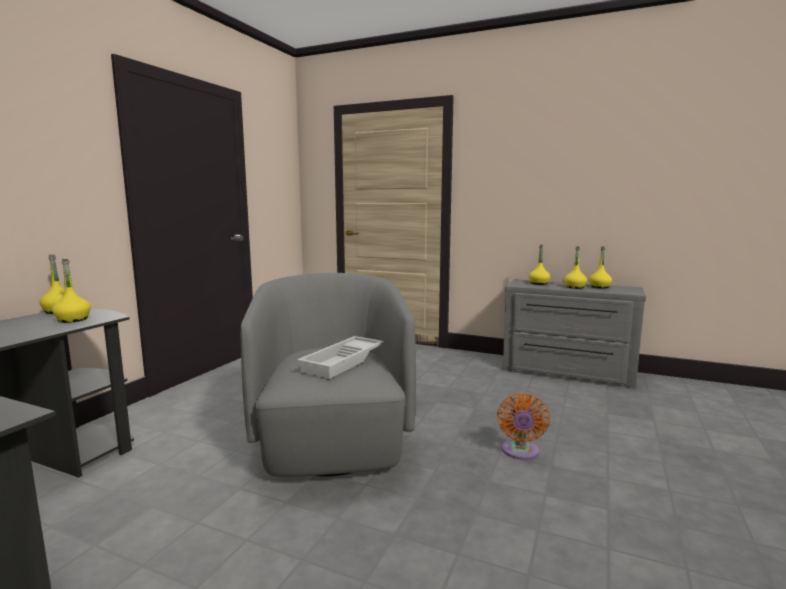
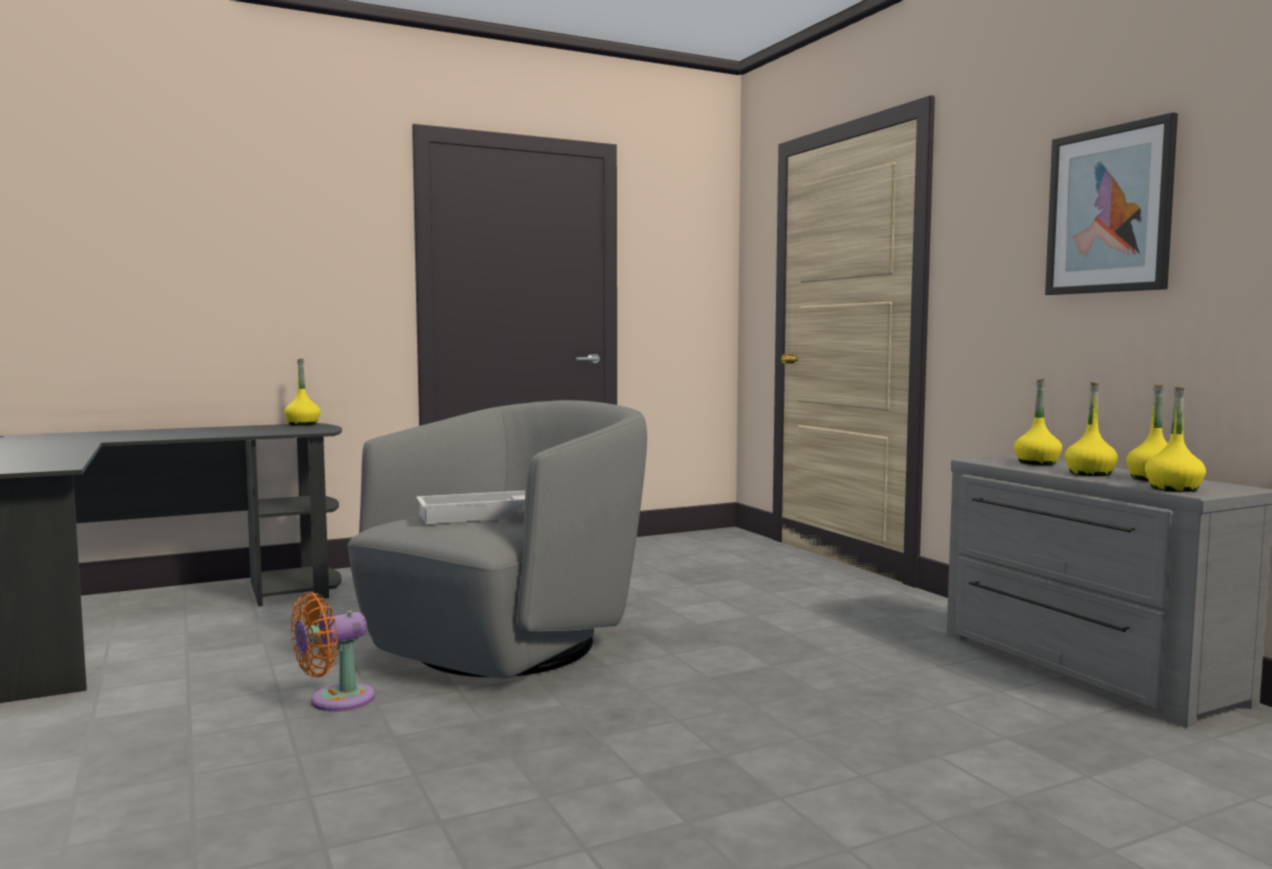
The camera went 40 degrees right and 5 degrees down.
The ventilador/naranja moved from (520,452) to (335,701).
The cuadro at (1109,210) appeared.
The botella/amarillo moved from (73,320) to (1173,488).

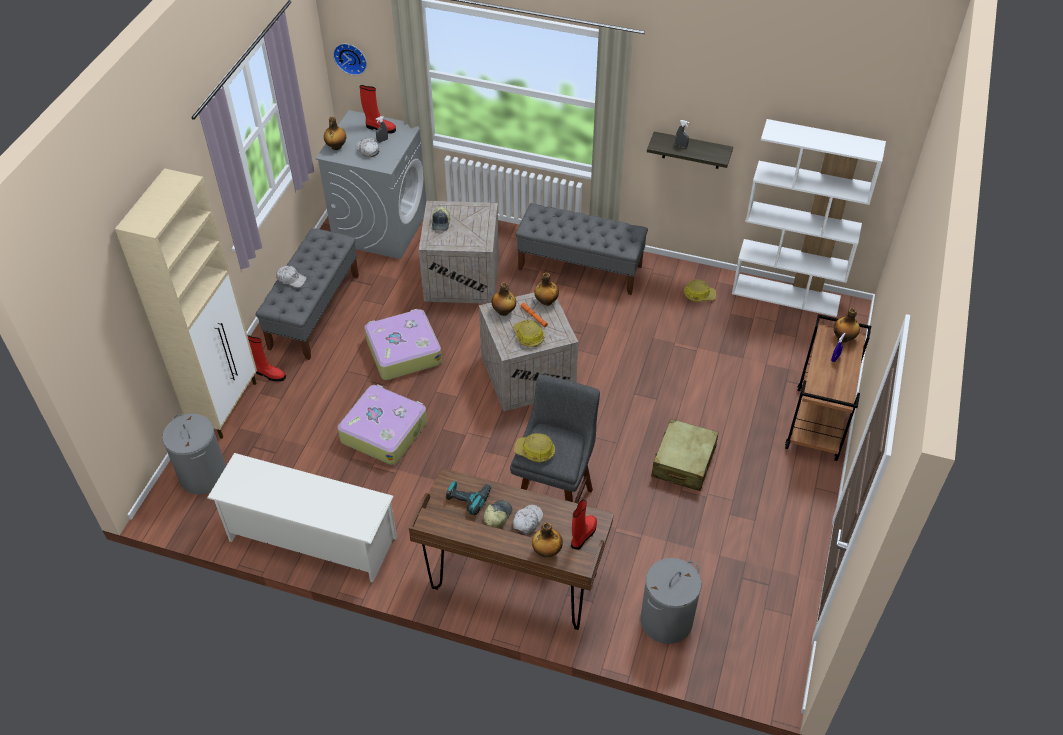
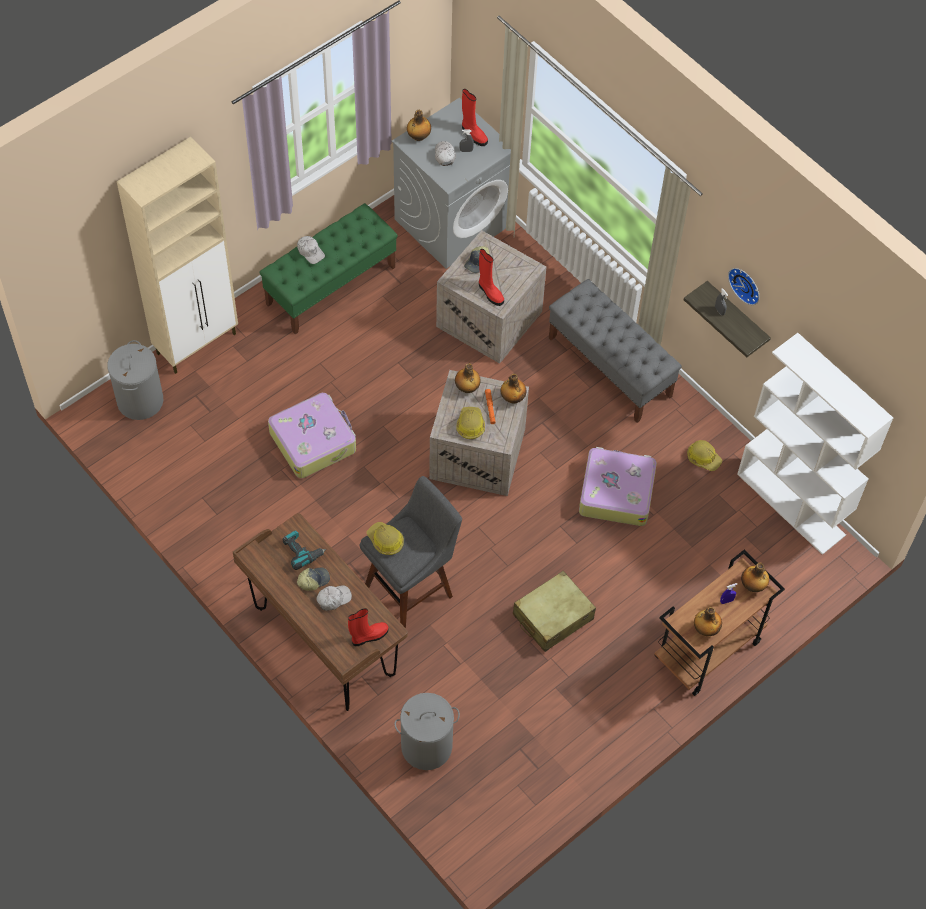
The camera went 30 degrees right and 10 degrees up.
The banco/gris at (314,311) became the banco/verde at (331,285).
The bota/rojo moved from (269,374) to (490,292).
The maleta moved from (403,351) to (616,492).
The botella moved from (546,551) to (705,629).
The reloj de pared moved from (351,57) to (746,284).
The zapatero/blanco at (311,539) disappeared.

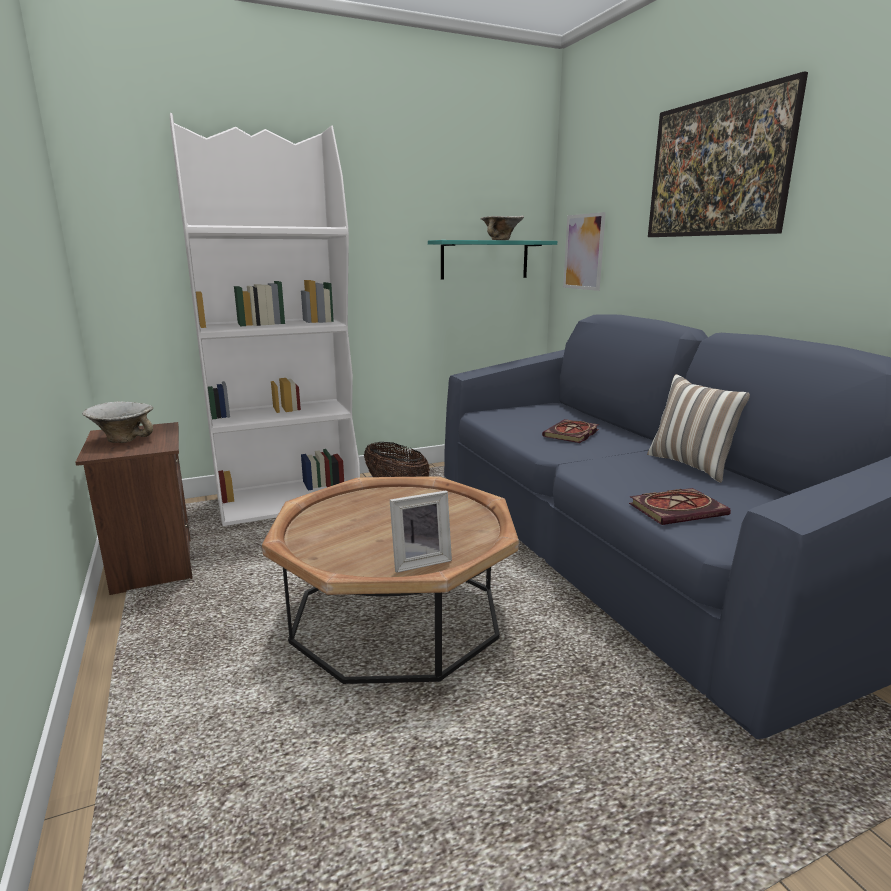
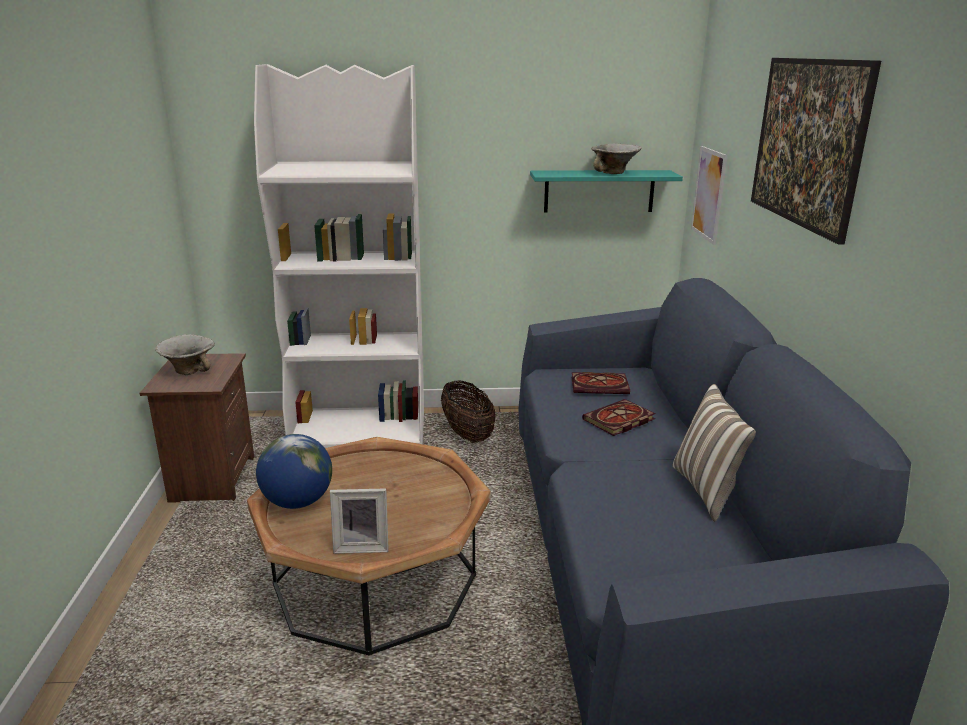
The camera went 20 degrees right and 5 degrees up.
The globo terráqueo at (298,502) appeared.
The libro moved from (678,509) to (601,385).

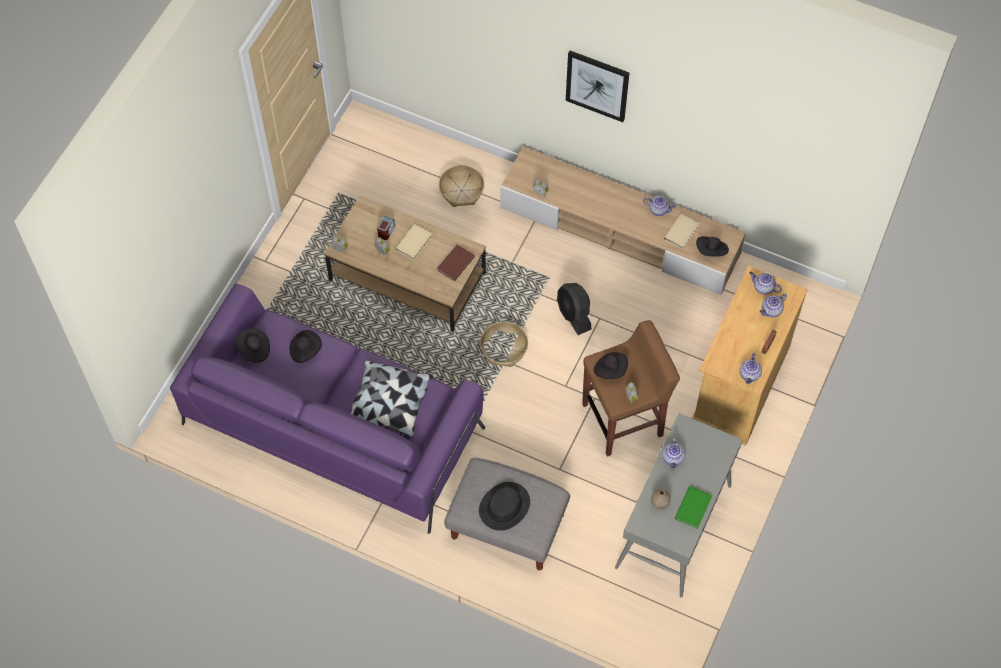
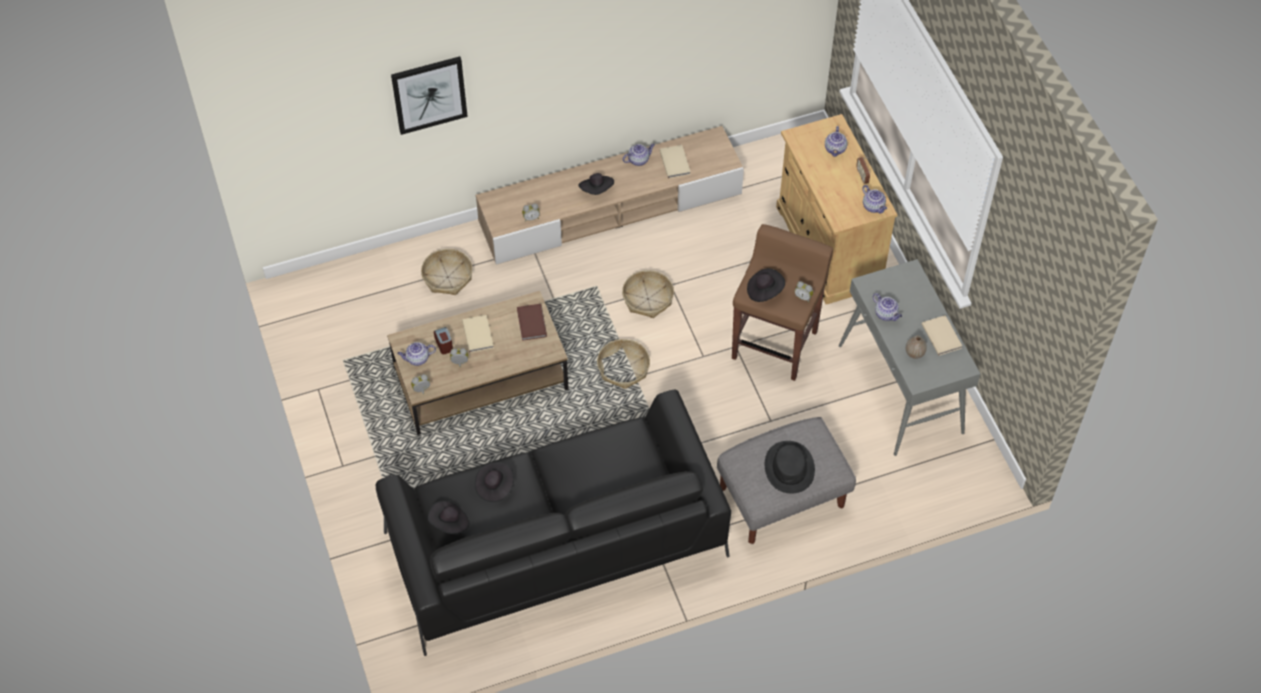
The camera went 45 degrees left and 5 degrees down.
The sofá/morado at (333,425) became the sofá/negro at (555,543).
The cuadro moved from (597,85) to (429,94).
The tetera moved from (763,288) to (417,359).
The sombrero/negro moved from (711,251) to (597,190).
The ventilador/negro at (573,315) was replaced by the cesta at (648,299).
The libro/verde at (694,507) became the libro/beis at (942,335).
The cojín at (390,405) disappeared.

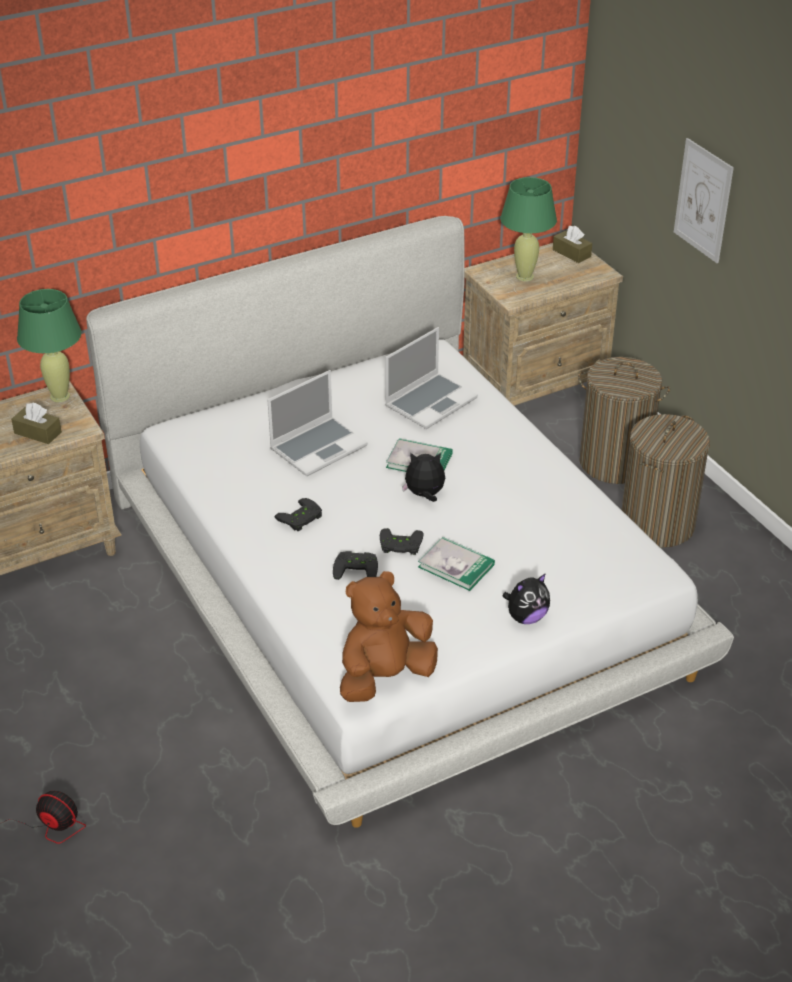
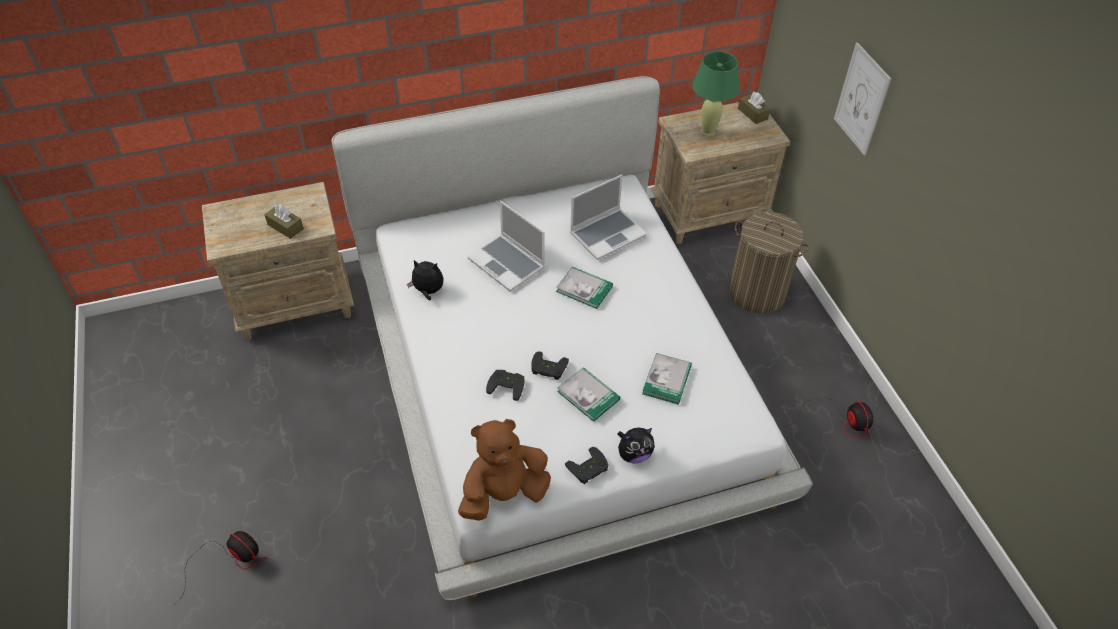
The camera went 10 degrees right and 10 degrees up.
The peluche moved from (424,495) to (428,291).
The portátil at (318,447) turned 75 degrees clockwise.
The mando de consola/negro moved from (301,519) to (589,469).
The libro at (667,380) appeared.
The ventilador at (839,422) appeared.
The lámpara de mesa/verde at (59,396) disappeared.
The cesto de la ropa at (657,524) disappeared.

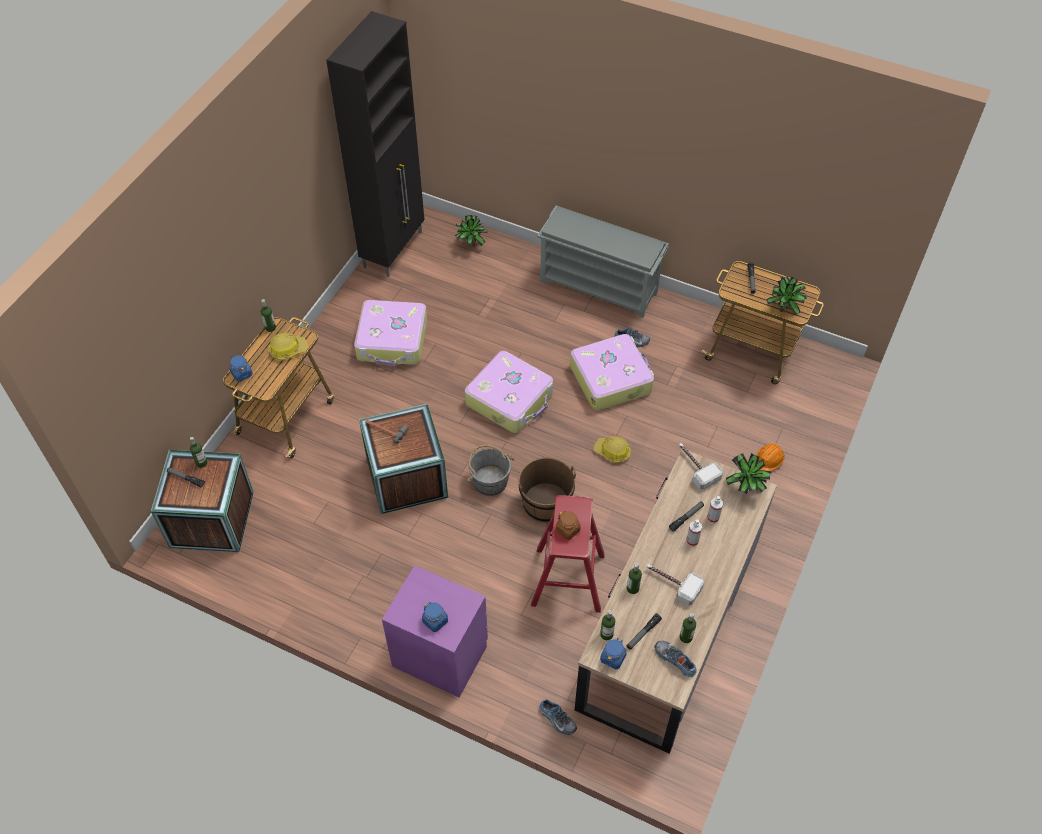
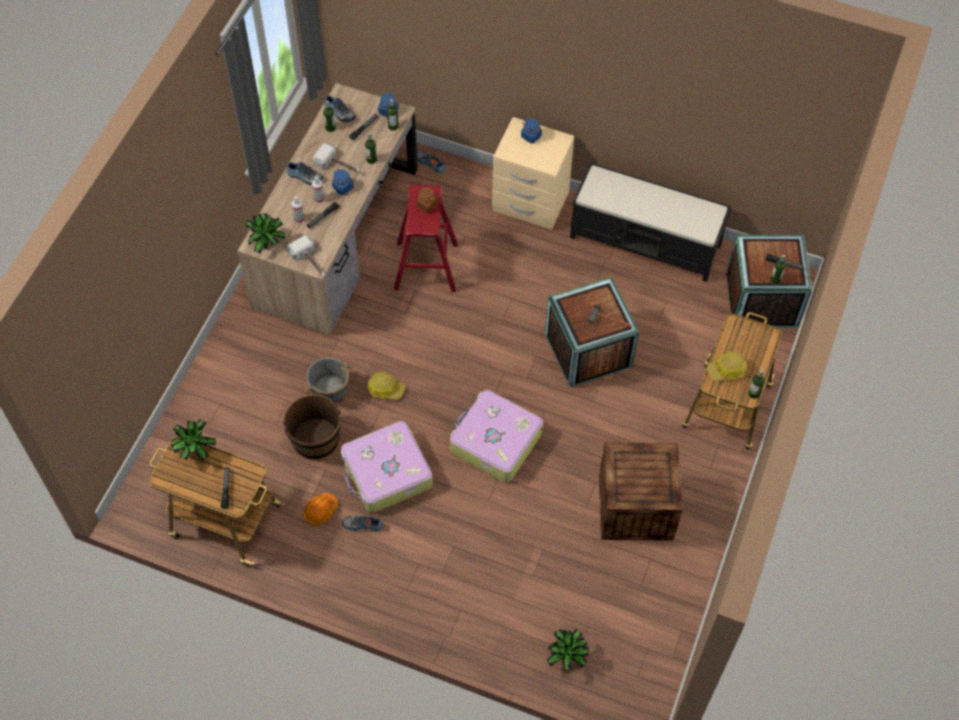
The camera went 175 degrees right and 5 degrees up.
The cubo/marrón moved from (546,503) to (315,439).
The zapato at (304,177) appeared.
The casco/naranja moved from (768,461) to (320,511).
The cubo/gris moved from (490,481) to (330,391).
The tarro/azul moved from (241,374) to (343,187).
The mesita de noche/morado at (440,654) became the mesita de noche/beis at (530,202).
The banco/negro at (646,241) appeared.
The maleta at (393,340) was replaced by the caja de embalaje at (635,507).
The armario/negro at (394,249) disappeared.
The zapatero/gris at (600,286) disappeared.

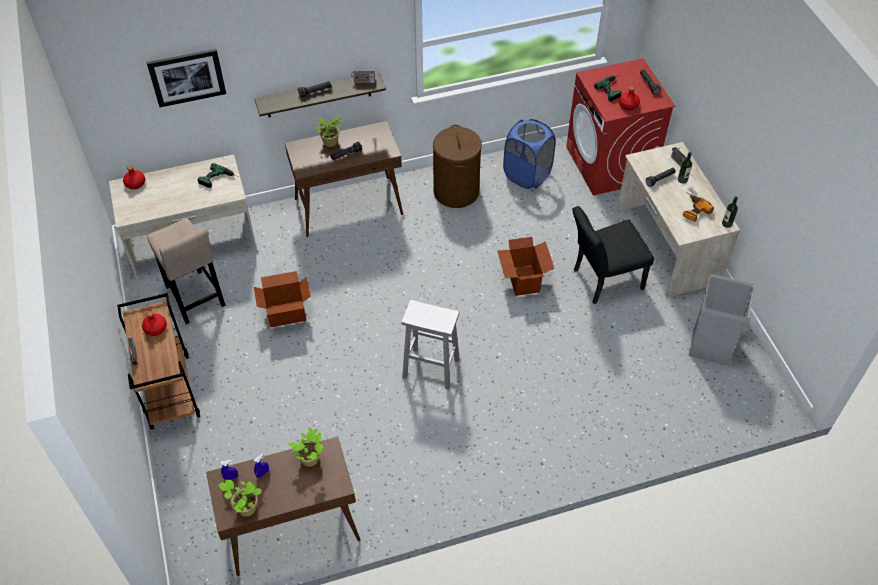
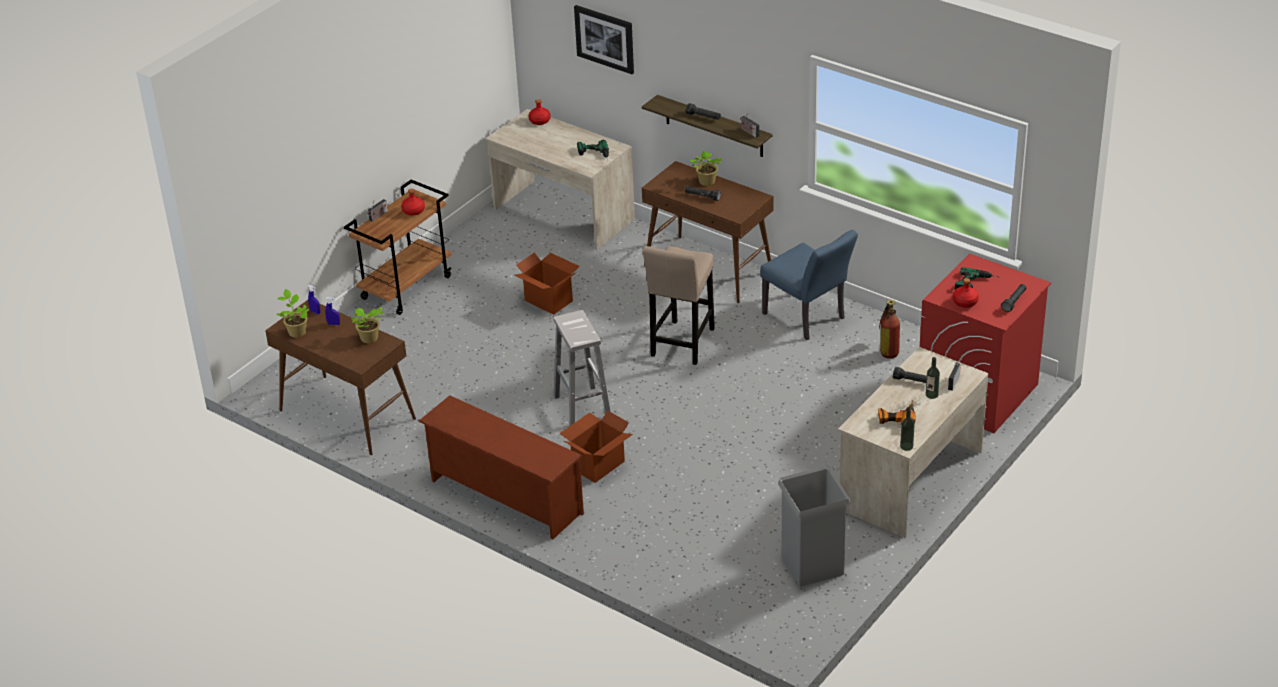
The camera went 55 degrees right and 15 degrees down.
The zapatero/marrón at (504,497) appeared.
The caja de cartón moved from (523,280) to (597,465).
The taburete/beis moved from (195,299) to (681,345).
The cesto de la ropa/marrón at (456,192) was replaced by the silla/azul at (808,318).
The cesto de la ropa/azul at (527,175) was replaced by the extintor at (888,349).
The silla/negro at (602,280) disappeared.

